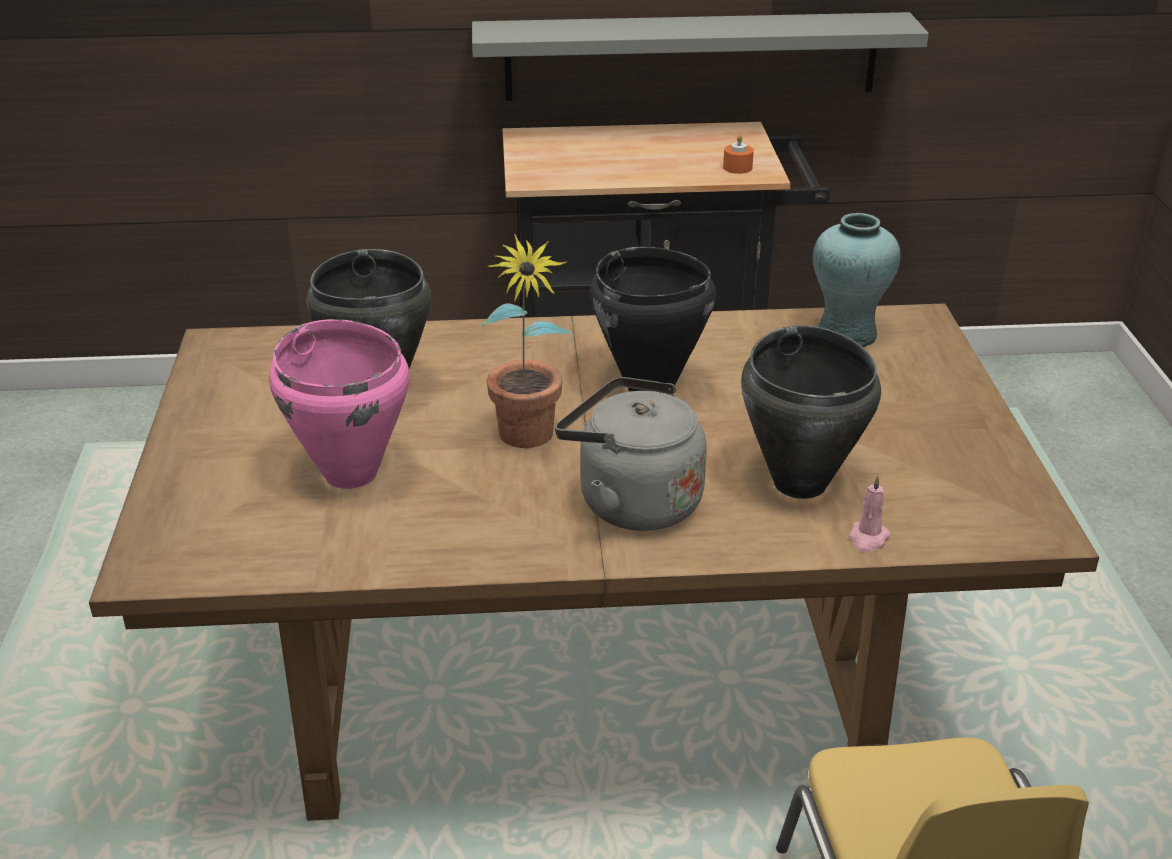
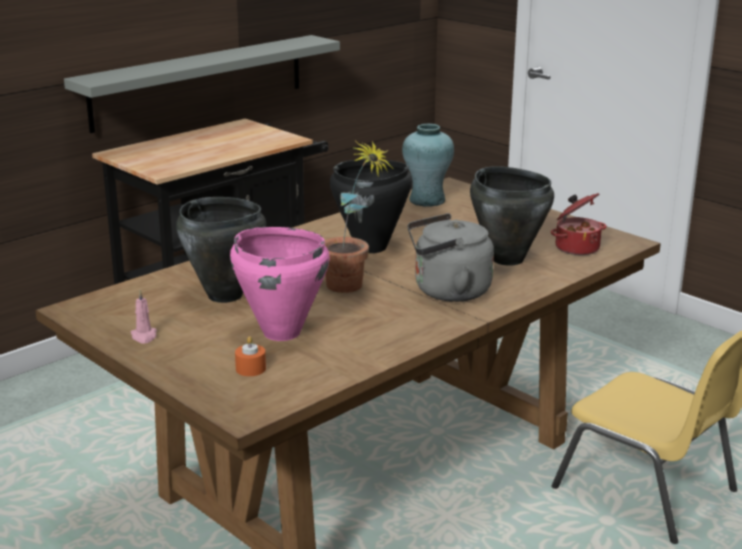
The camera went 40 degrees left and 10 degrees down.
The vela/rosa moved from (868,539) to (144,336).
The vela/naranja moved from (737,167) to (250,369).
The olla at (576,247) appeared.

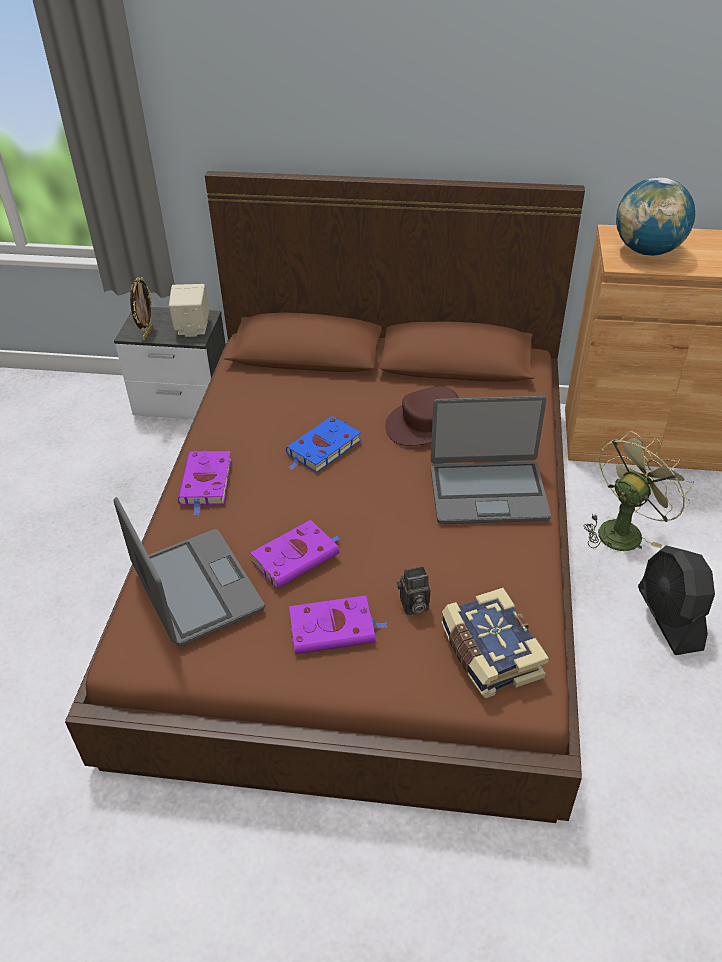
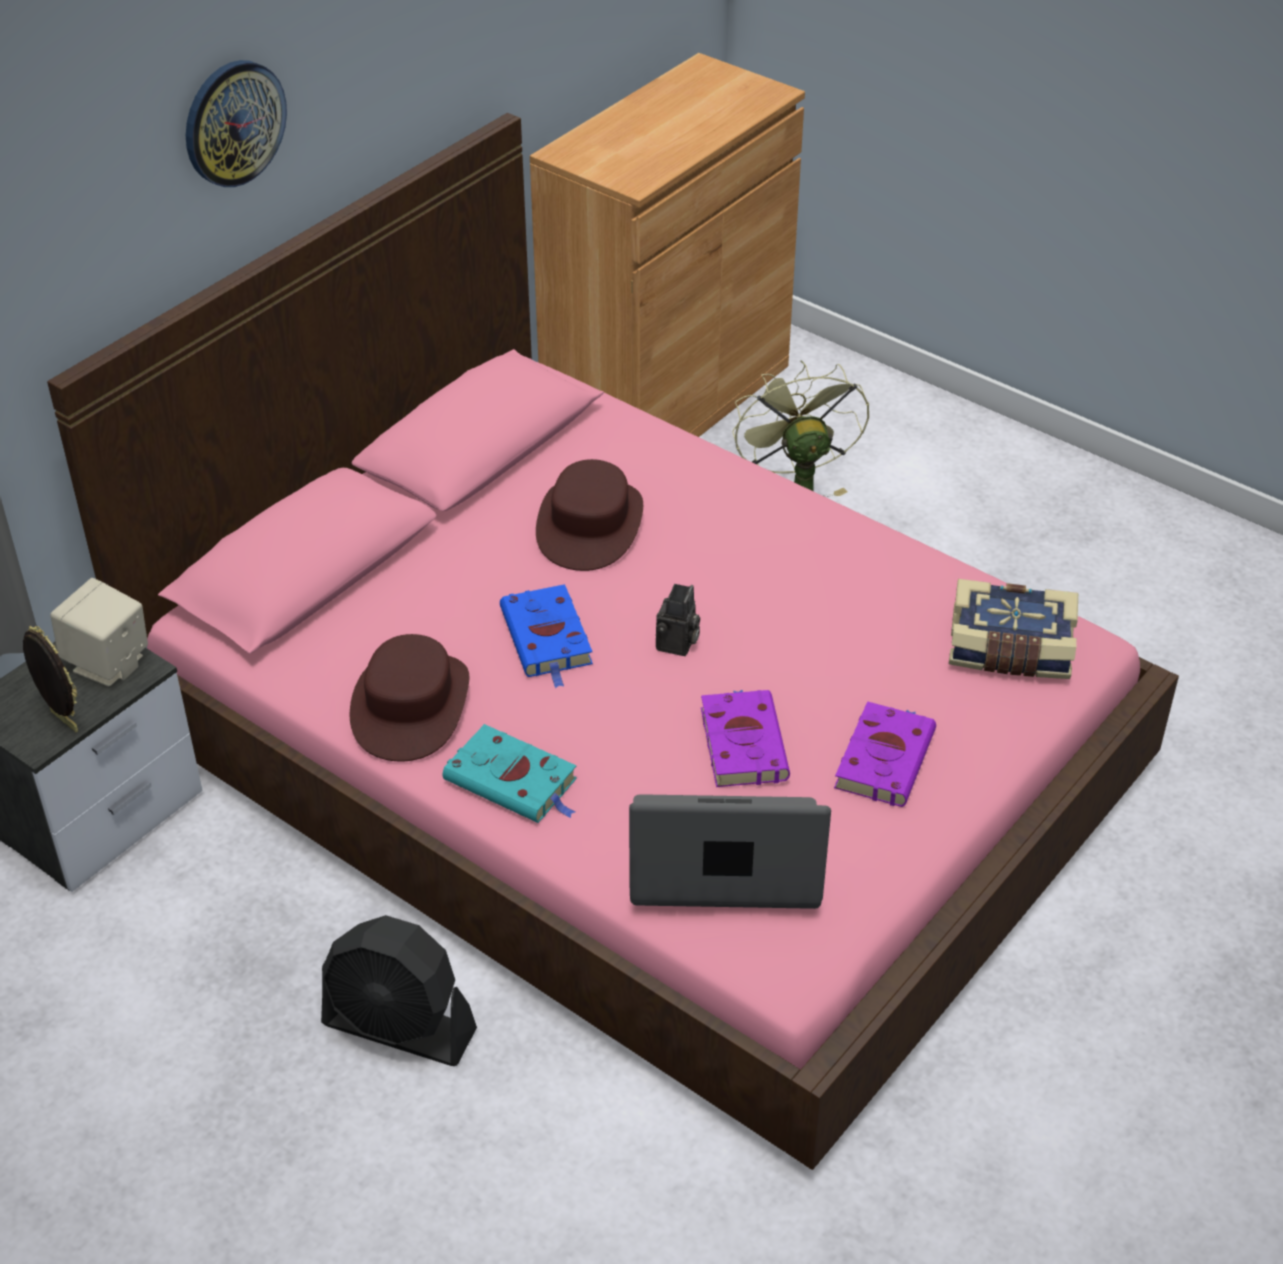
The camera went 60 degrees left and 0 degrees up.
The cama/marrón at (363,553) became the cama/rosa at (639,747).
The reloj de pared at (233,123) appeared.
The ventilador/negro moved from (669,618) to (399,1028).
The sombrero/marrón at (410,705) appeared.
The libro/morado at (206,483) became the libro/turquesa at (514,781).
The cámara moved from (413,606) to (677,645).
The portátil at (488,492) disappeared.
The globo terráqueo at (647,251) disappeared.

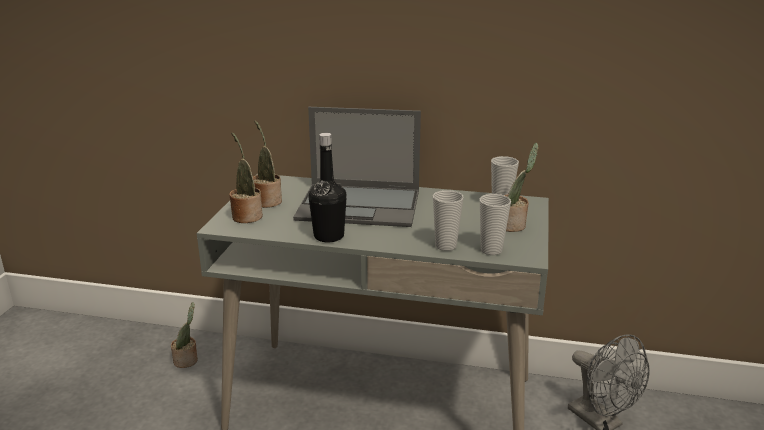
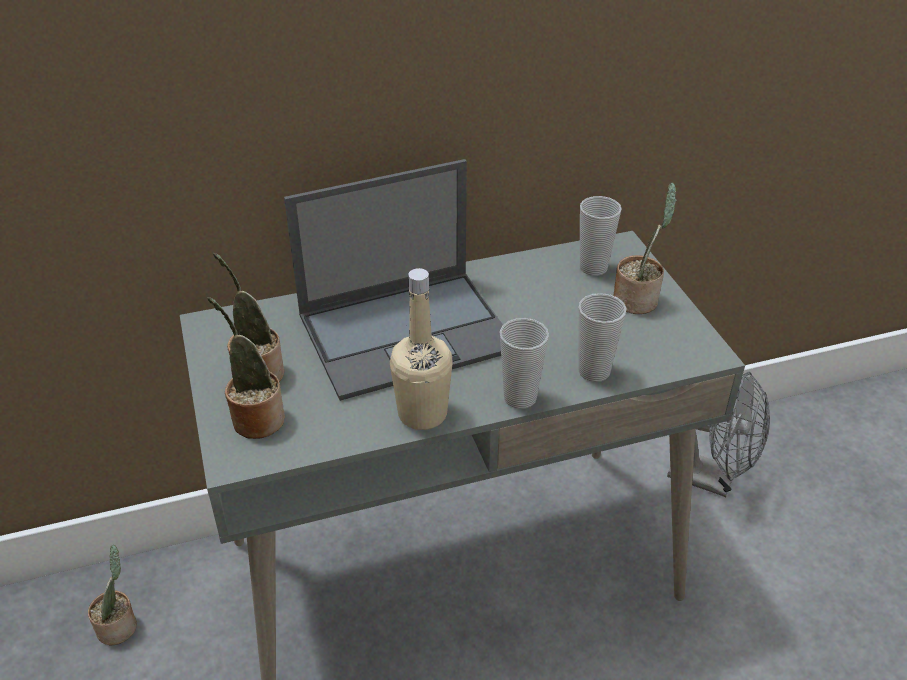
The camera went 30 degrees left and 15 degrees up.
The botella/negro at (329,236) became the botella/beis at (422,414).
The taza moved from (491,250) to (520,398).

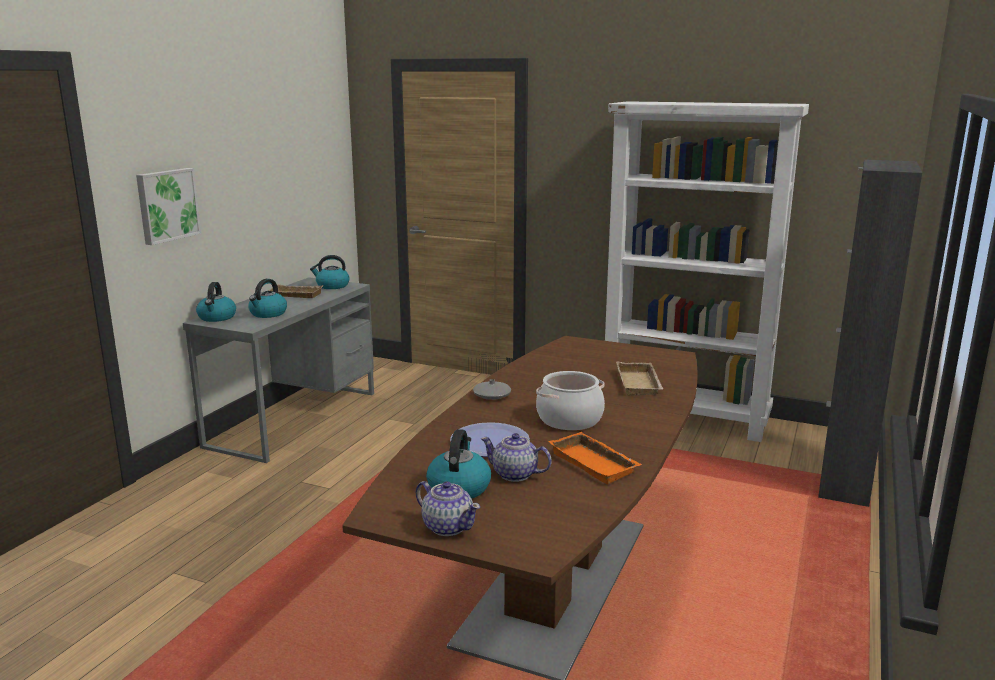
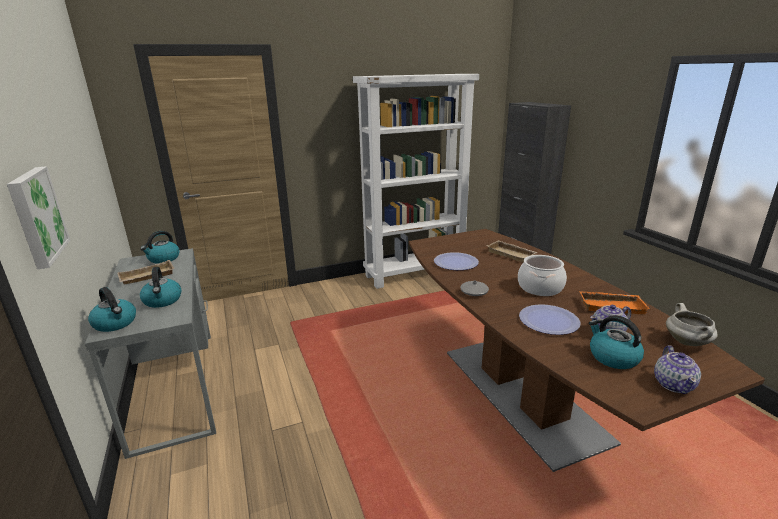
The camera went 45 degrees left and 5 degrees up.
The plato at (456,262) appeared.
The tetera at (447,526) turned 105 degrees clockwise.
The olla/blanco at (688,342) appeared.

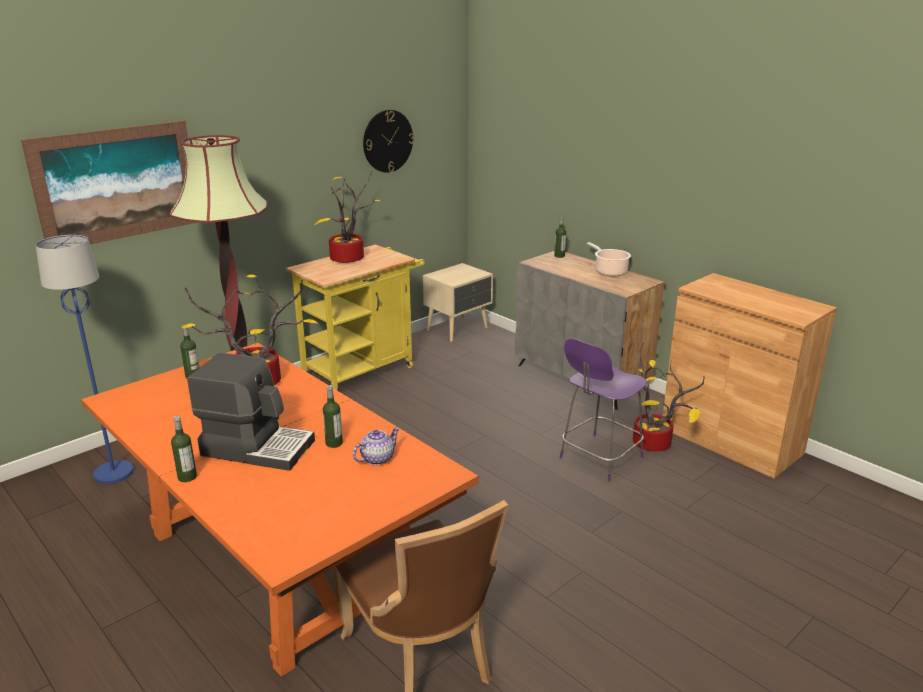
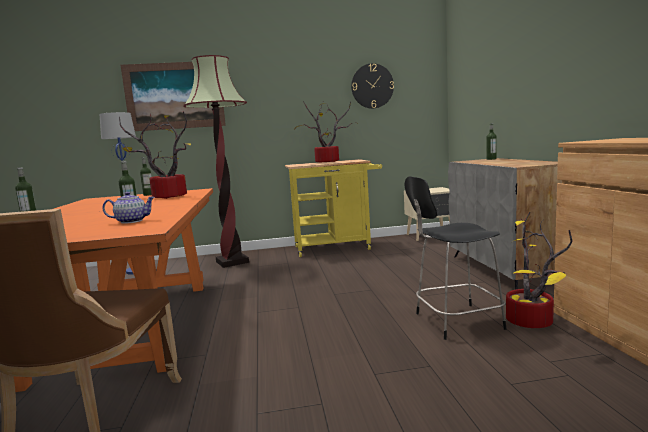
The camera went 35 degrees right and 15 degrees down.
The silla/morado at (599,458) became the silla/negro at (455,321).
The cafetera at (257,447) disappeared.
The olla at (609,271) disappeared.

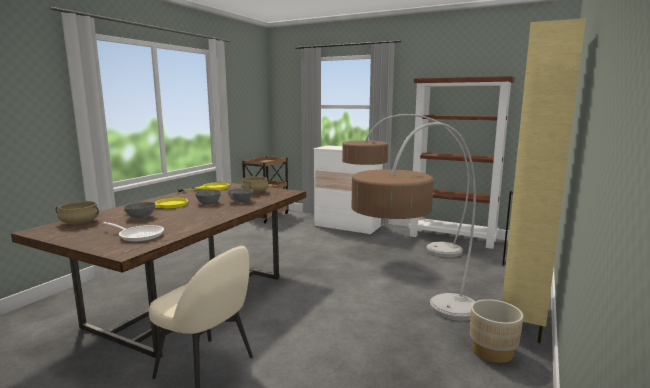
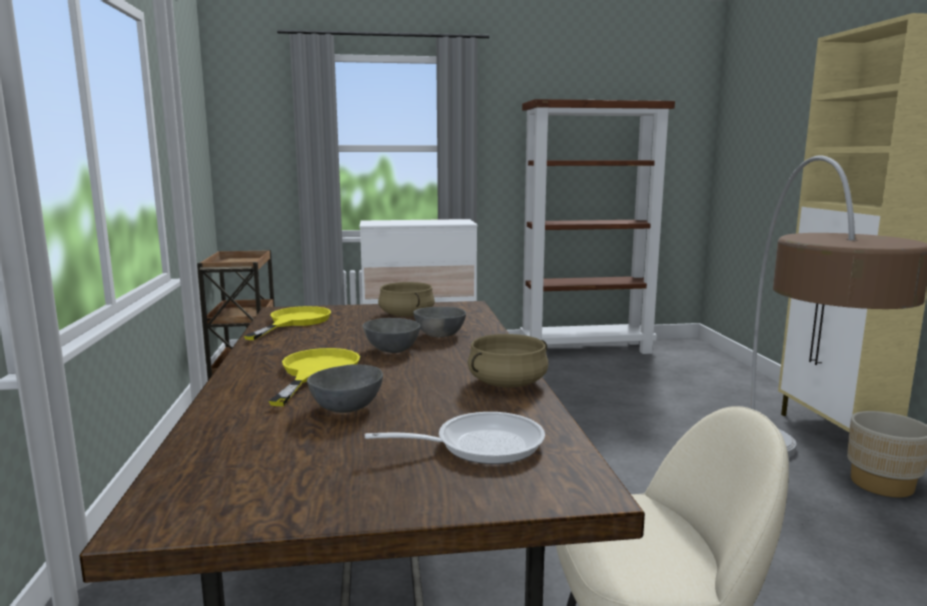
The camera went 35 degrees left and 0 degrees up.
The olla/beis moved from (79,223) to (507,383).
The lámpara de pie at (396,251) disappeared.

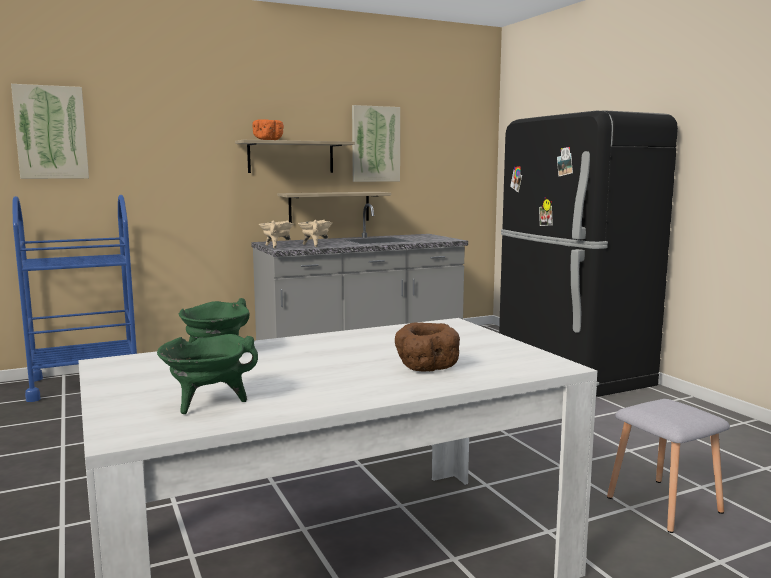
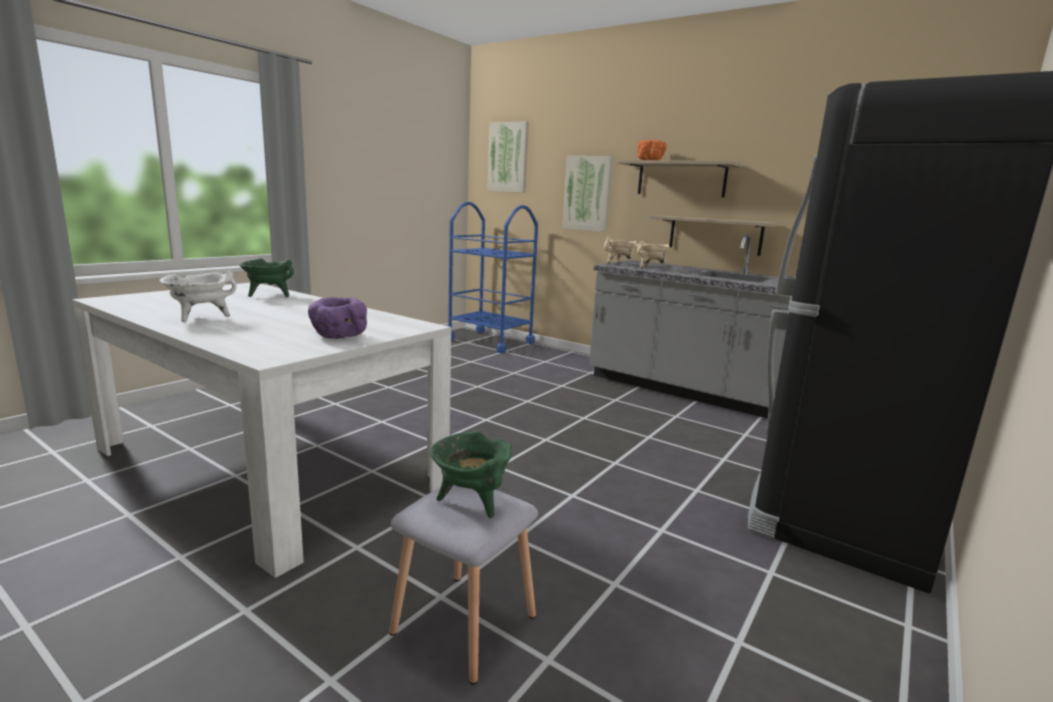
The camera went 60 degrees right and 5 degrees up.
The olla/blanco at (200,318) appeared.
The cuenco/morado at (338,336) appeared.
The olla/verde moved from (208,403) to (471,501).
The cuadro moved from (375,144) to (587,193).
The cuenco/marrón at (426,368) disappeared.

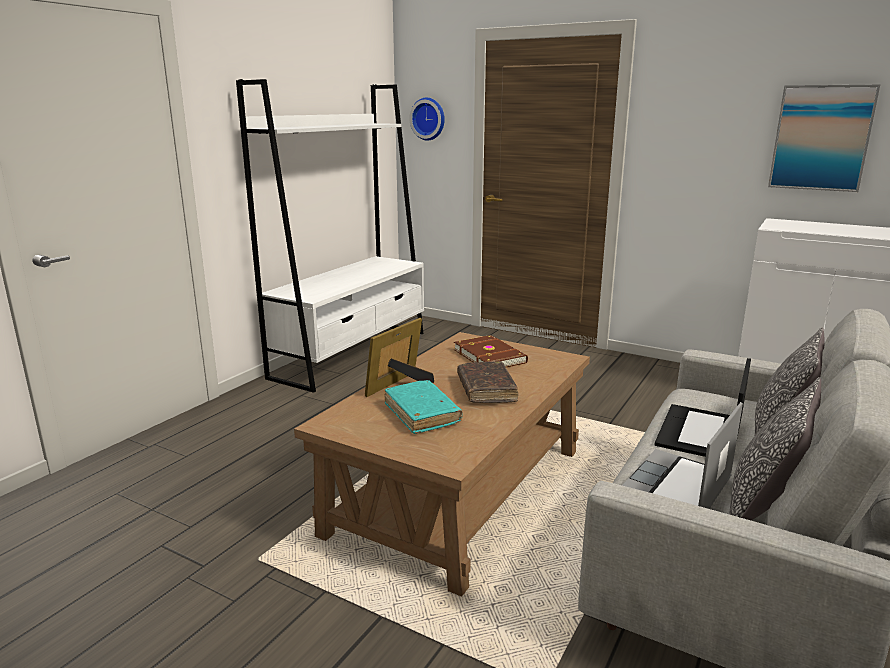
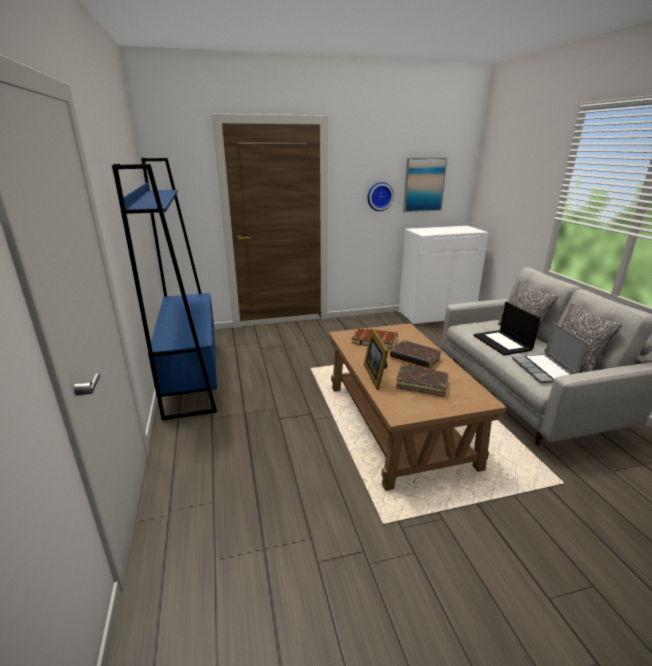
The camera went 45 degrees left and 5 degrees up.
The estantería/blanco at (352,354) became the estantería/azul at (192,375).
The reloj de pared moved from (428,119) to (379,196).
The libro/turquesa at (422,414) became the libro/marrón at (421,385).

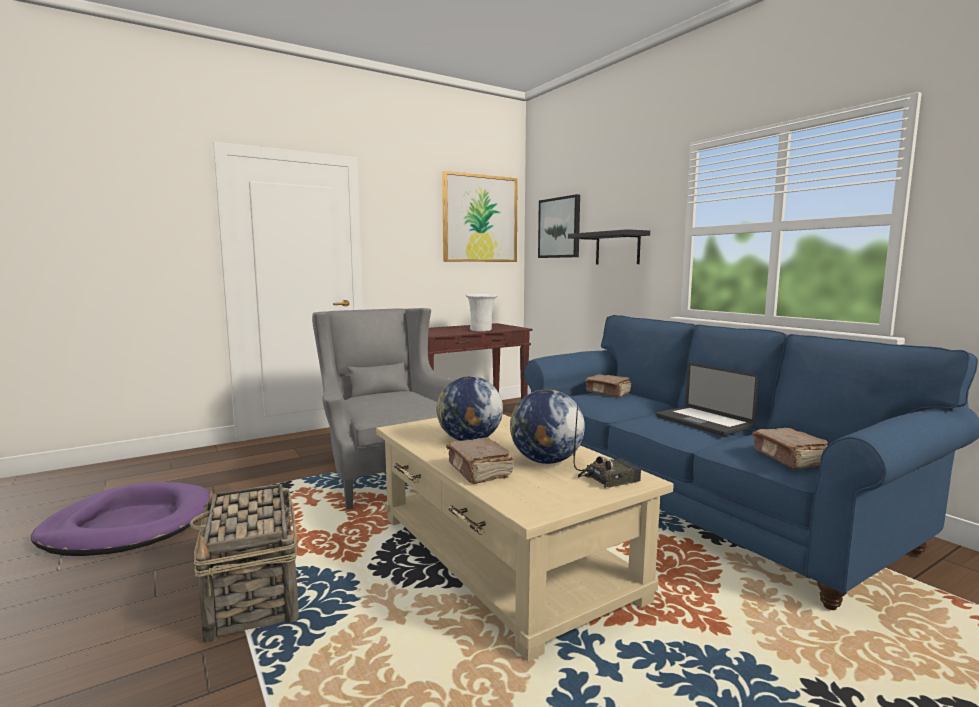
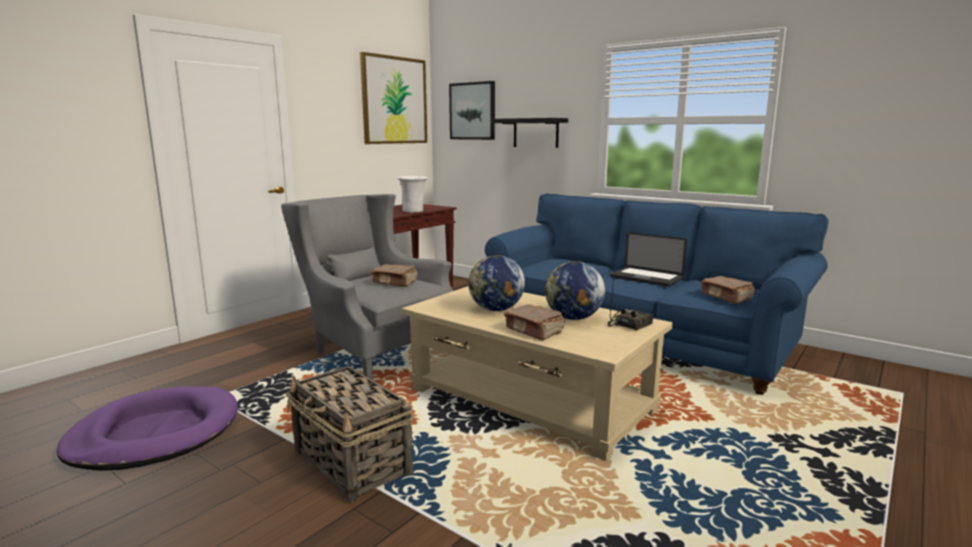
The camera went 20 degrees left and 5 degrees up.
The libro/marrón moved from (608,393) to (395,283).

